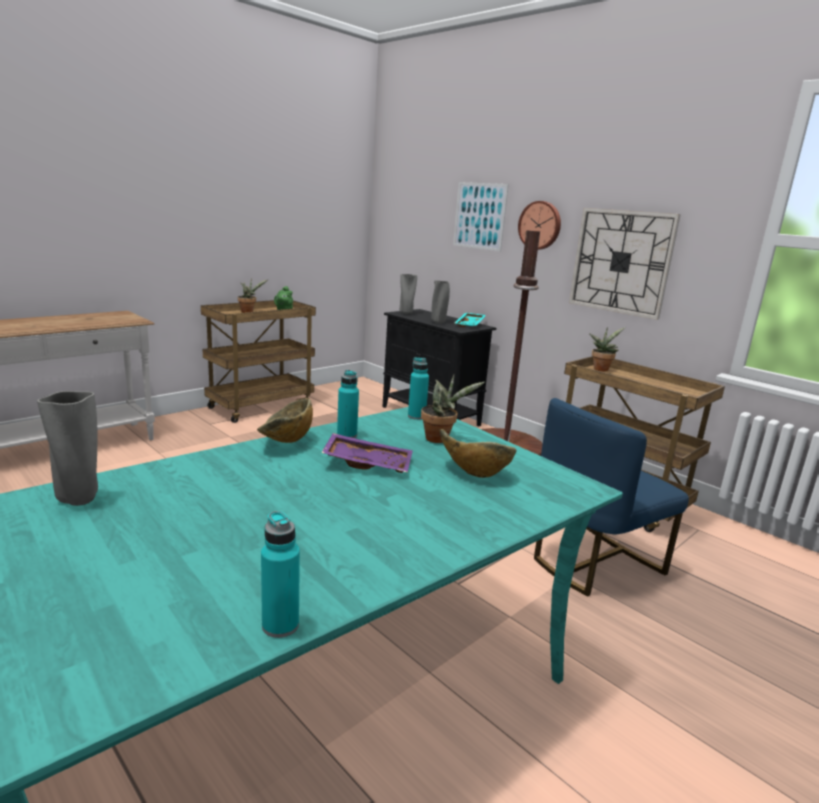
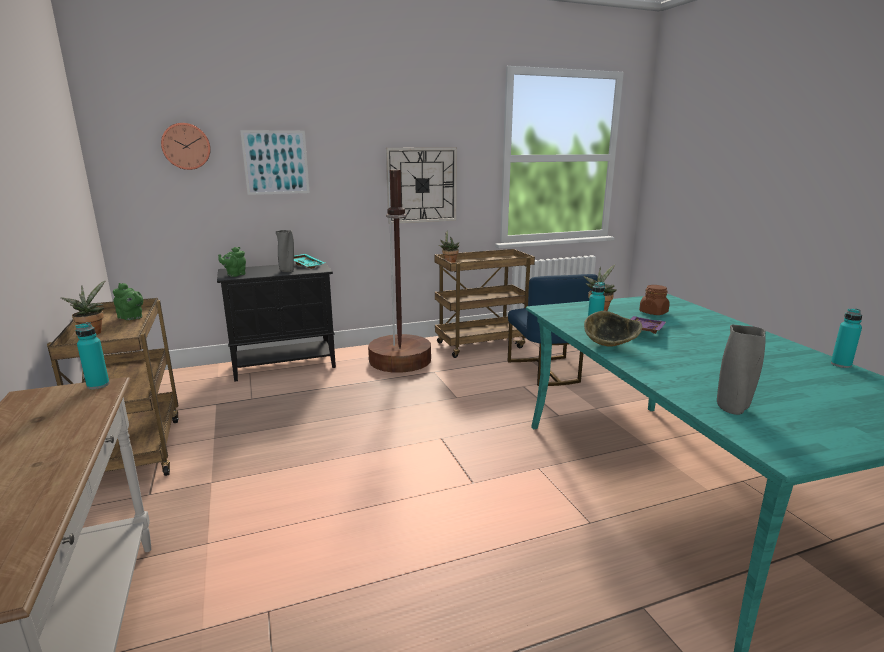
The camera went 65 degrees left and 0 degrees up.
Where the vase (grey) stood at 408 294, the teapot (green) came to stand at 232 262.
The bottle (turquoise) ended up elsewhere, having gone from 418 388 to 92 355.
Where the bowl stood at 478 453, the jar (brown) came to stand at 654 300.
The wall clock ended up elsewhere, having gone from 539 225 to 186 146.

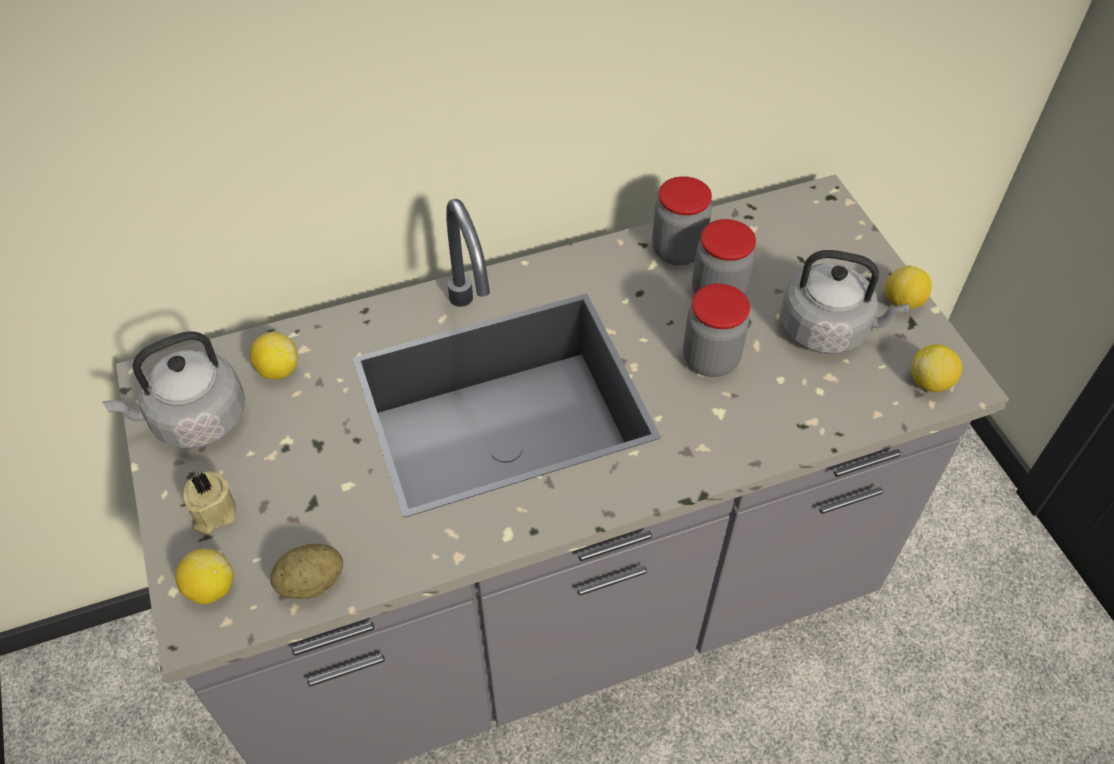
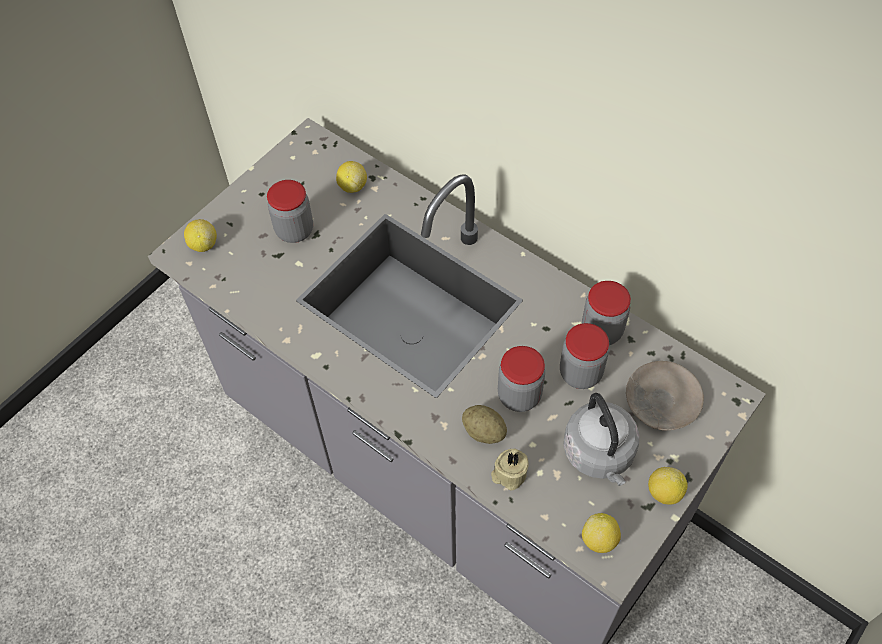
The camera went 60 degrees right and 5 degrees up.
The second view lost the kettle (grey) at 173 390.
The candle (beige) ended up elsewhere, having gone from 209 503 to 510 470.
The potato ended up elsewhere, having gone from 306 571 to 484 424.
The second view gained the jar at 290 211.
The second view gained the plate (beige) at 665 395.

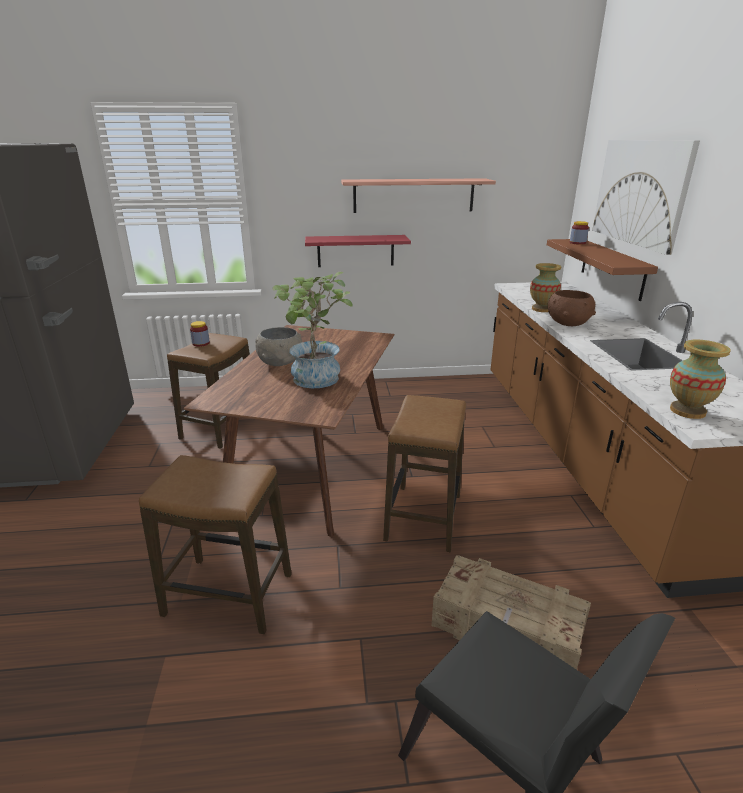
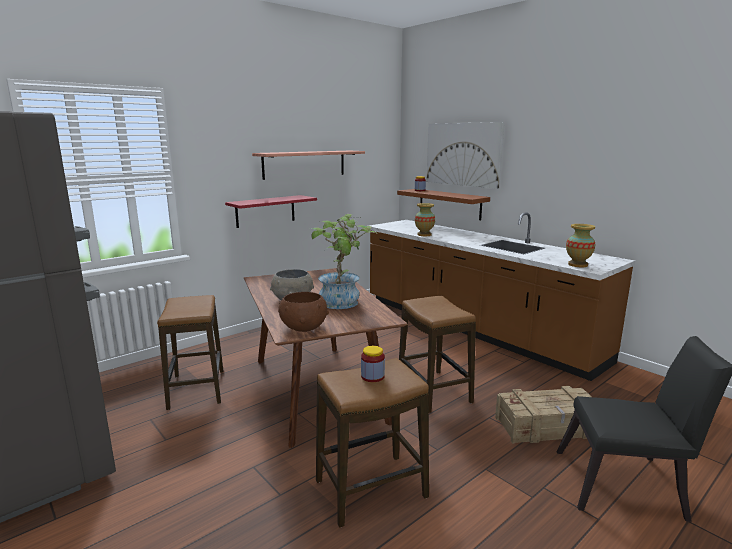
The camera went 35 degrees left and 10 degrees down.
The jar ended up elsewhere, having gone from 200 334 to 373 364.
The bowl (brown) ended up elsewhere, having gone from 572 308 to 303 312.

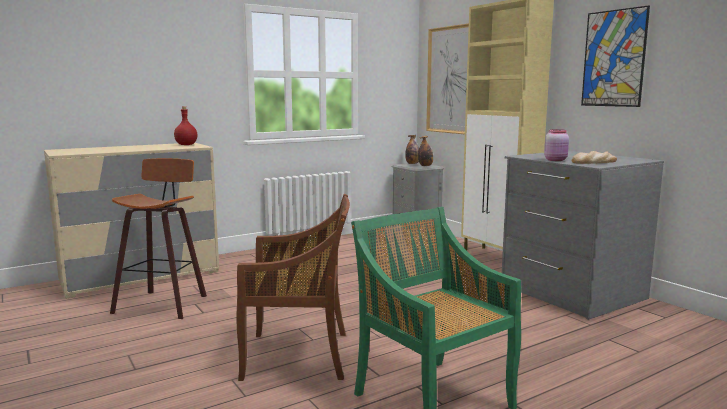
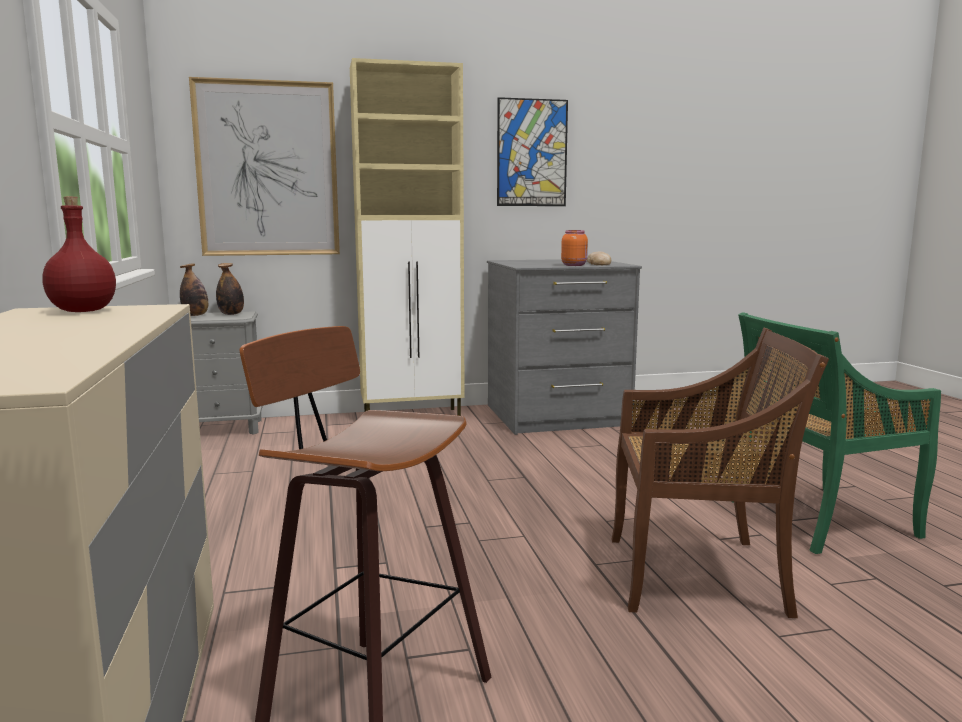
The camera went 70 degrees left and 0 degrees up.
The chair (brown) at 293 287 ended up facing another way, 75 degrees clockwise from before.
What was the jar (pink) at 556 145 turned into the jar (orange) at 574 248.

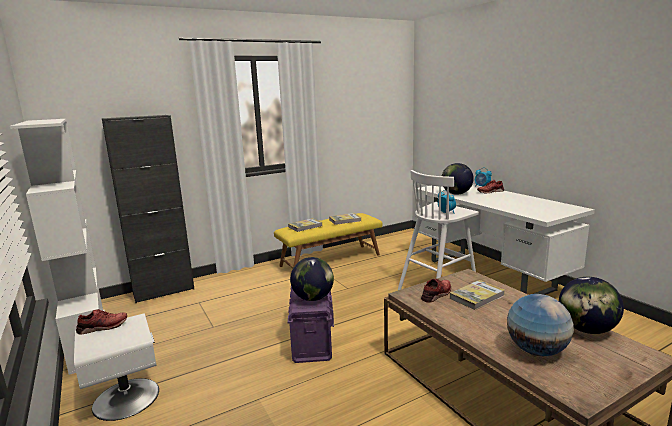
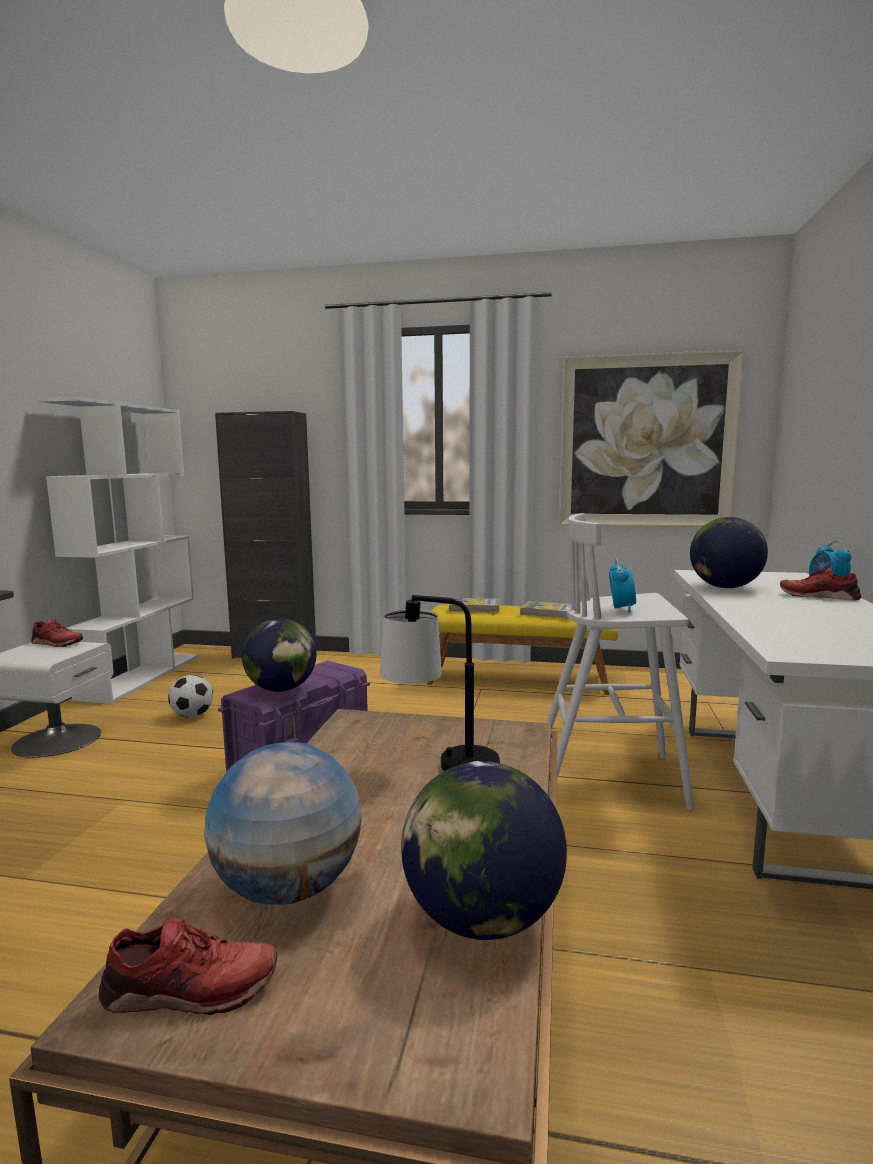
The camera went 40 degrees right and 5 degrees down.
The shoe (red) ended up elsewhere, having gone from 436 290 to 188 966.
Where the book stood at 477 295, the table lamp came to stand at 440 683.
The second view gained the football at 190 696.
The second view gained the picture at 652 438.

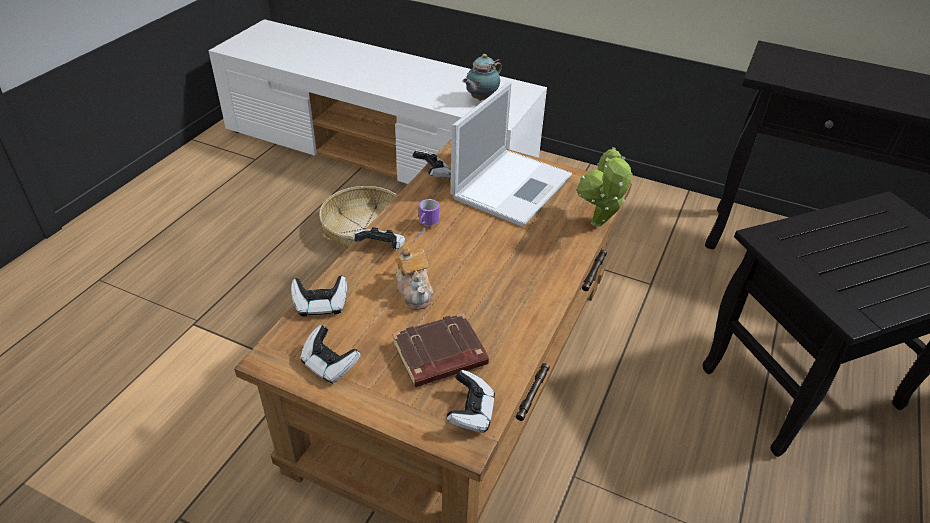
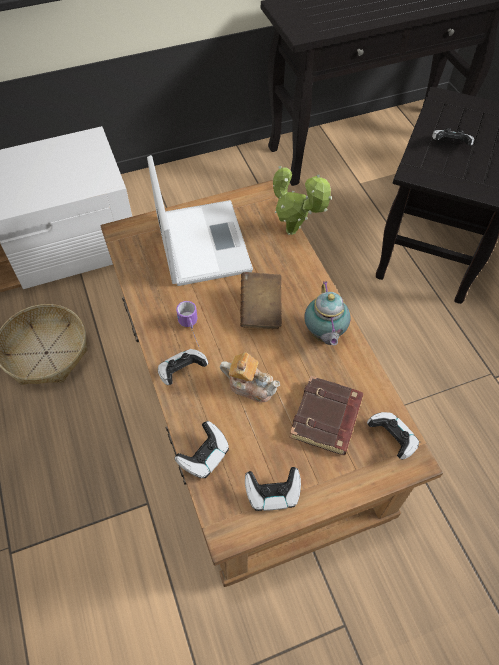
The camera went 45 degrees left and 15 degrees up.
The game controller ended up elsewhere, having gone from 431 164 to 453 137.
The teapot ended up elsewhere, having gone from 482 77 to 327 313.
The second view gained the book (brown) at 261 300.

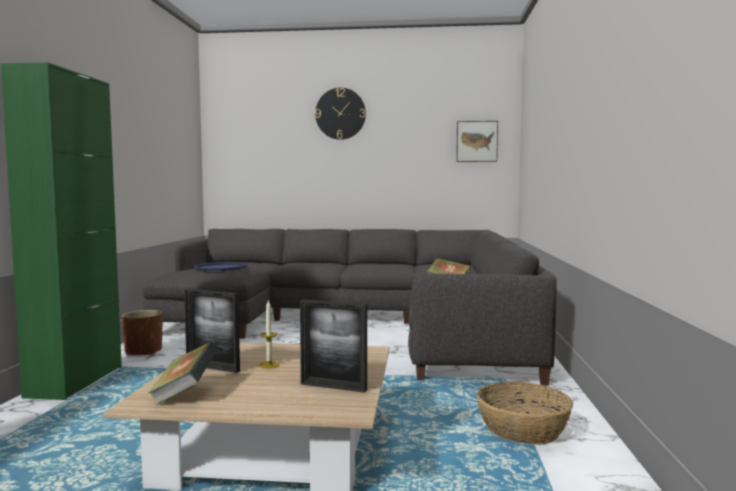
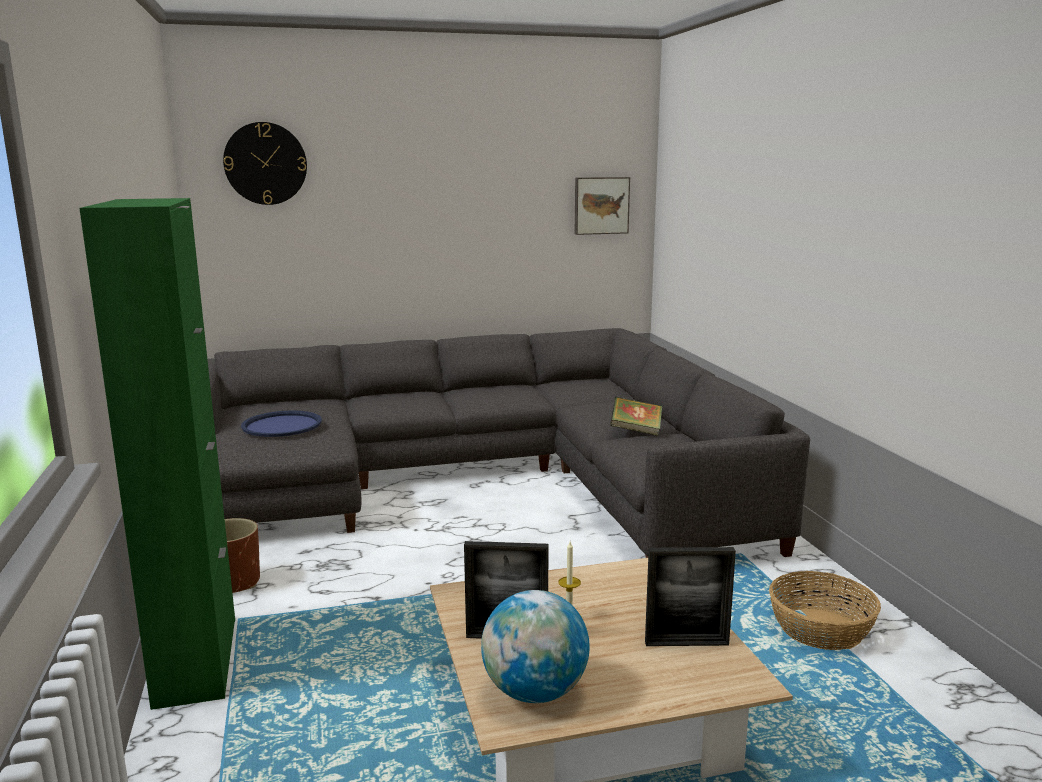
The camera went 20 degrees left and 10 degrees up.
Where the book stood at 182 373, the globe came to stand at 535 646.
The wall clock ended up elsewhere, having gone from 340 114 to 265 163.

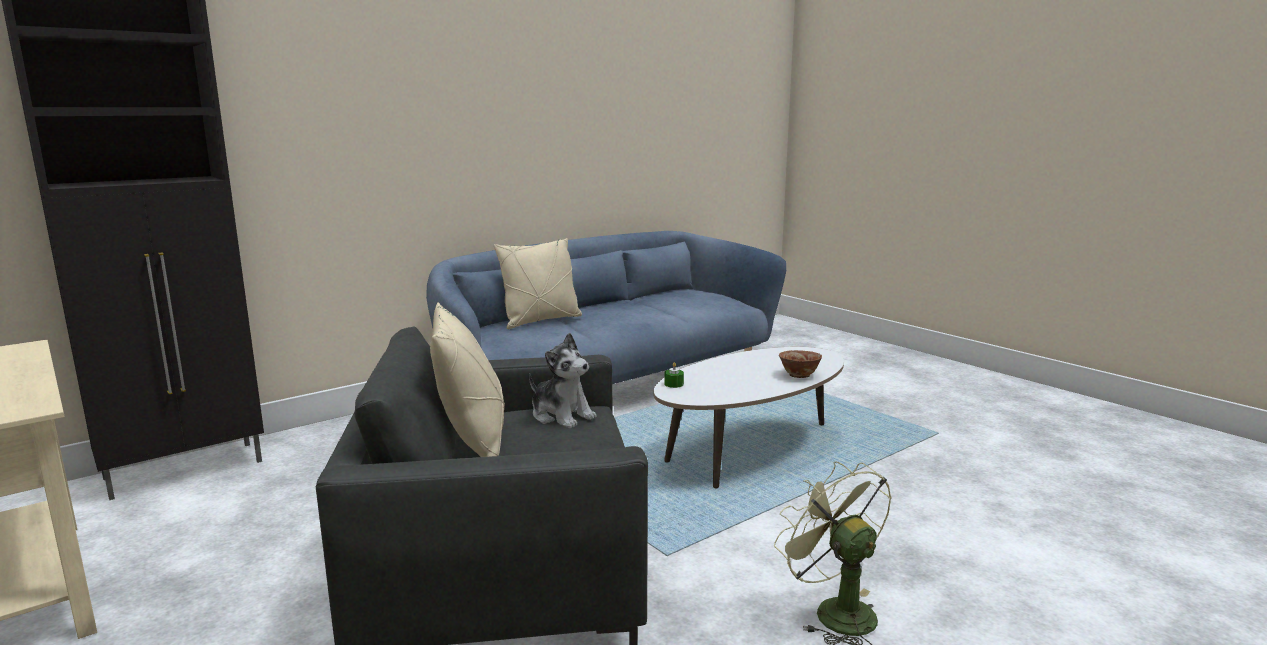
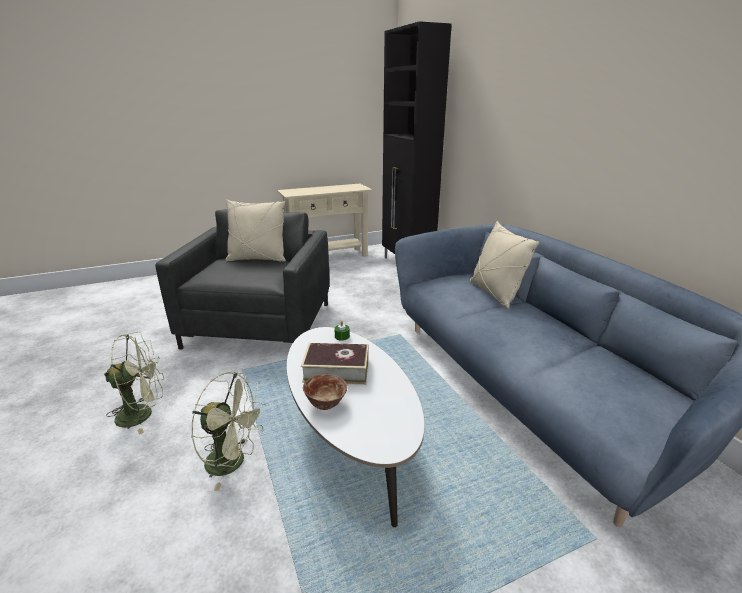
The camera went 105 degrees right and 10 degrees up.
The second view lost the plush toy at 562 380.
The second view gained the fan (green) at 228 431.
The second view gained the book at 335 364.

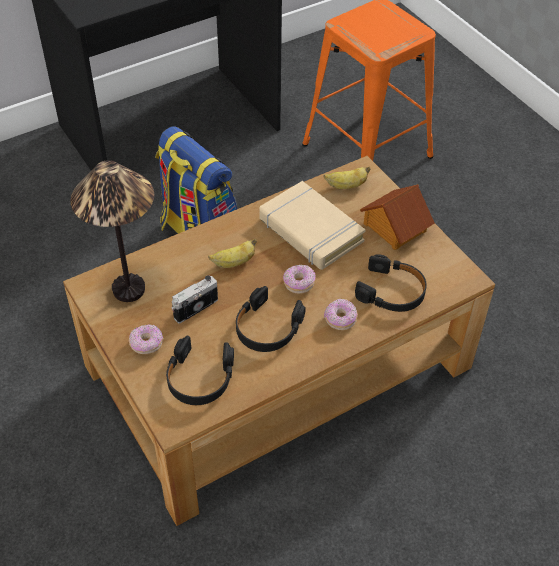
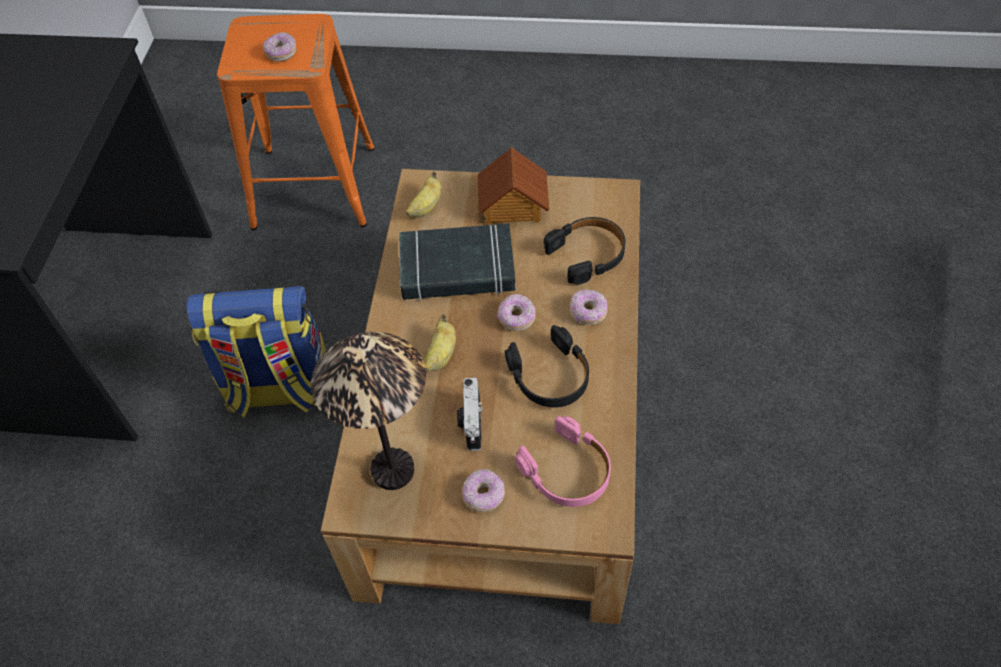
The camera went 50 degrees left and 5 degrees up.
What was the headphones (black) at 200 370 turned into the headphones (pink) at 563 461.
What was the book (beige) at 312 225 turned into the book (black) at 457 262.
The second view gained the donut at 279 47.

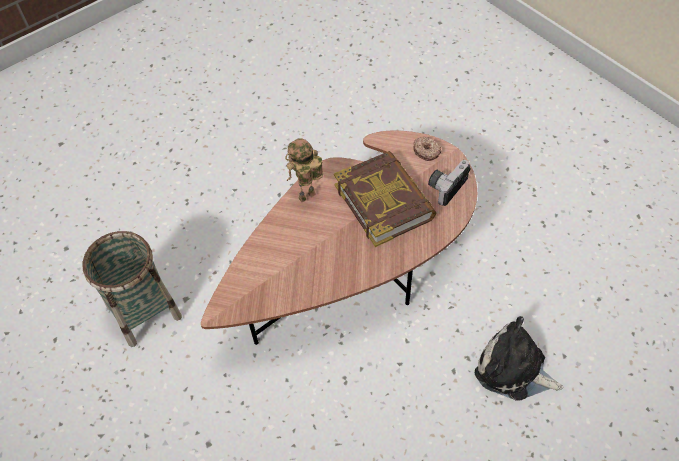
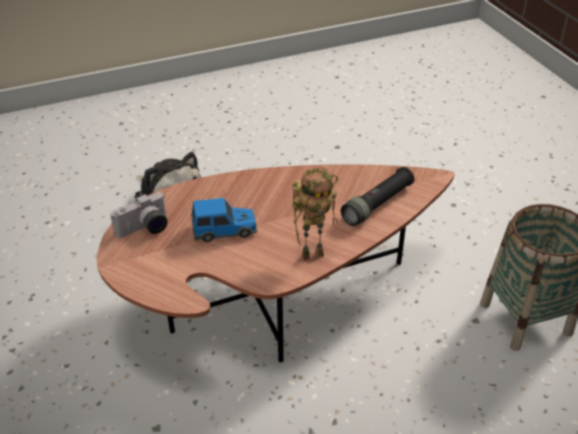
The camera went 165 degrees left and 15 degrees down.
Where the book stood at 385 199, the toy car came to stand at 224 220.
The second view lost the donut at 427 149.
The second view gained the flashlight (black) at 377 196.

